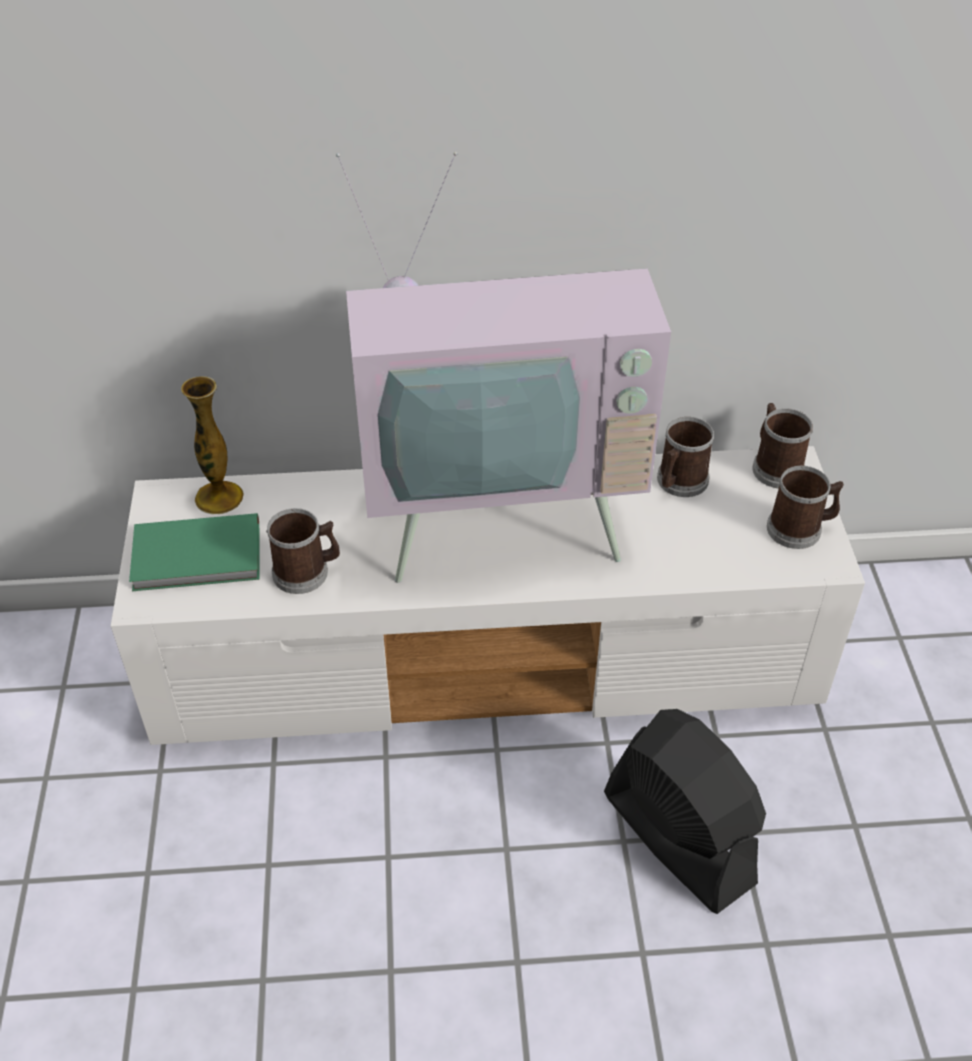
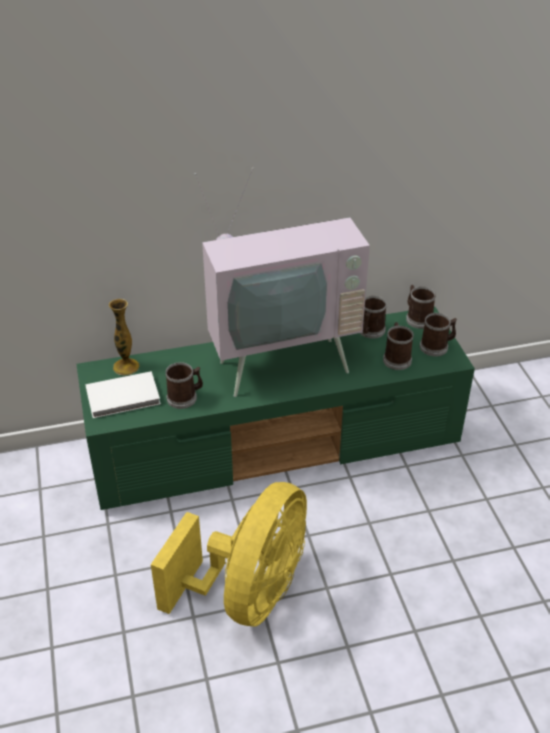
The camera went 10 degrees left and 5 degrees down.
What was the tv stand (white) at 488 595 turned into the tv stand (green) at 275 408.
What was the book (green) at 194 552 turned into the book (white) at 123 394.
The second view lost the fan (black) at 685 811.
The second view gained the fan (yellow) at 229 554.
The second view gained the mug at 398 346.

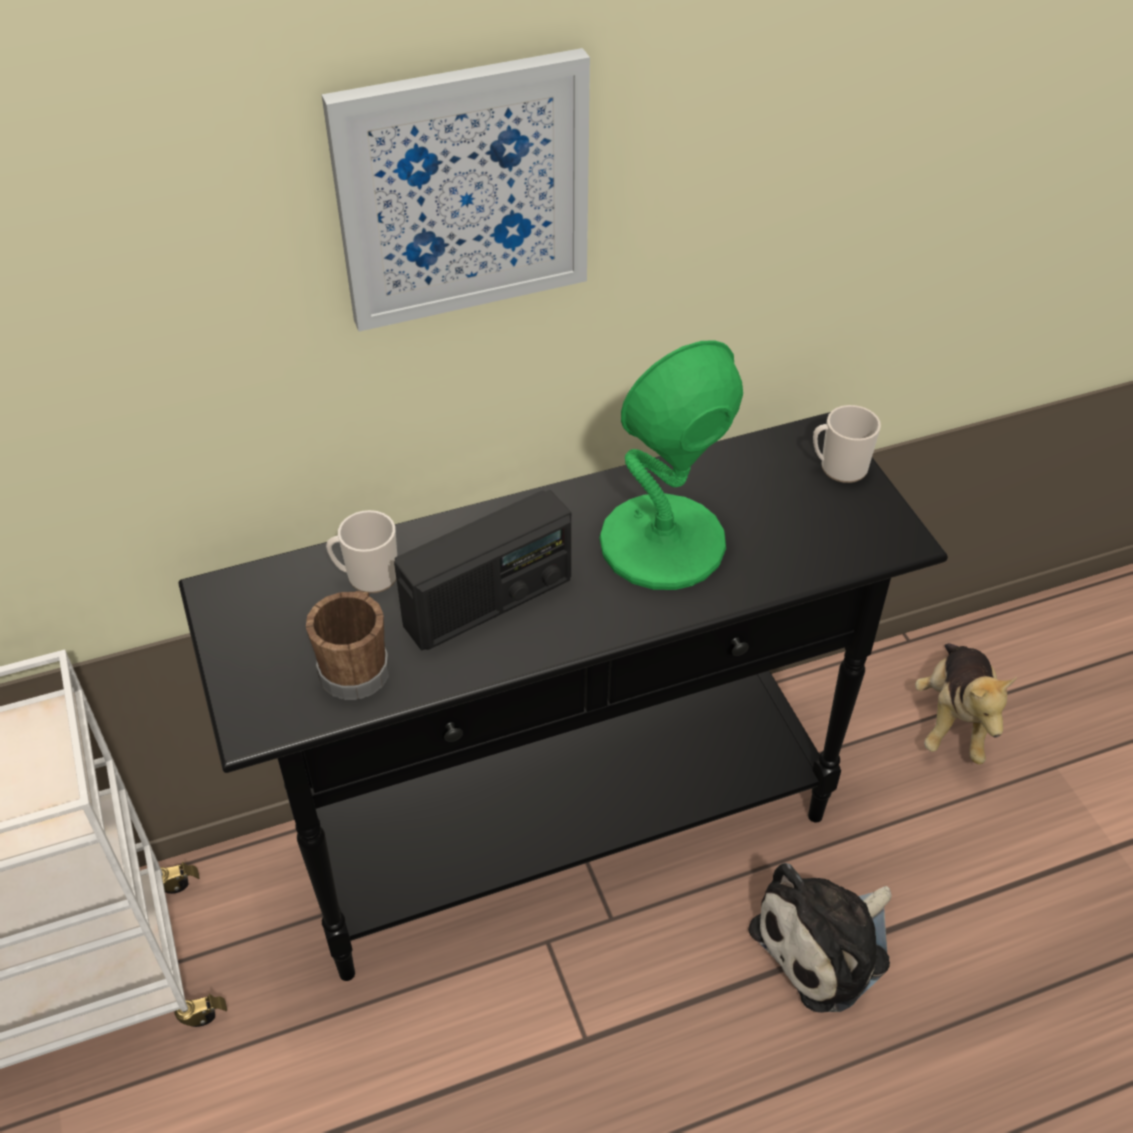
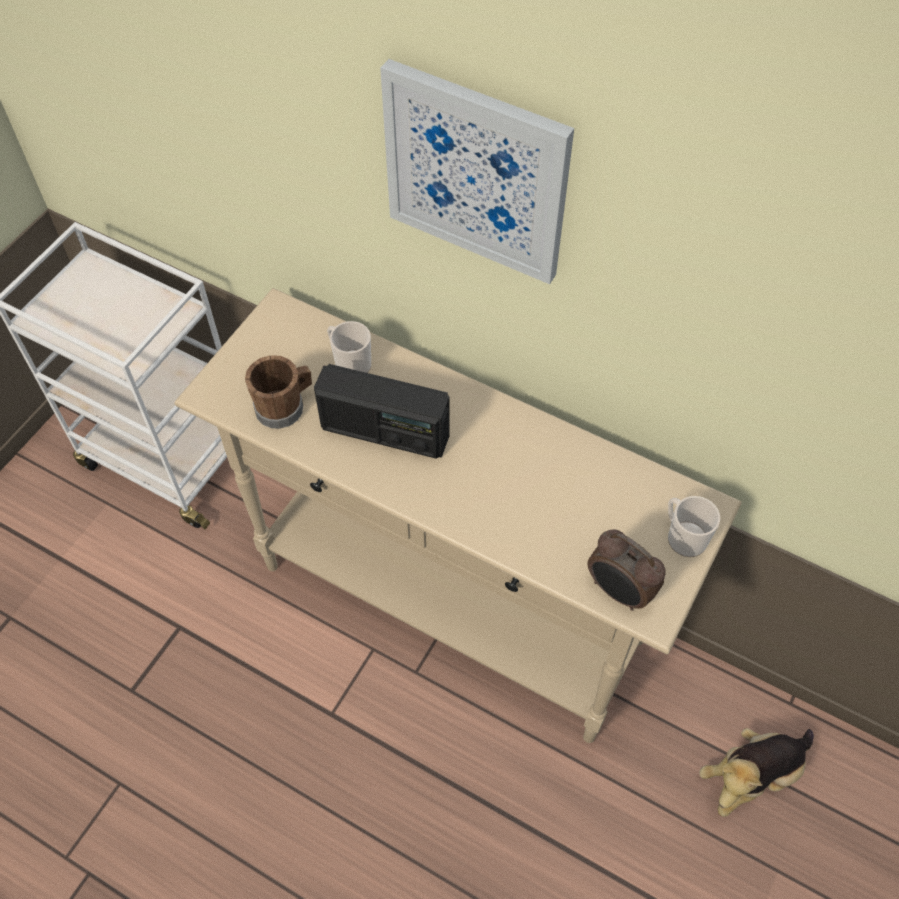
The camera went 50 degrees right and 10 degrees up.
What was the console table (black) at 563 696 turned into the console table (beige) at 458 515.
The second view lost the table lamp (green) at 671 465.
The second view lost the plush toy at 820 938.
The second view gained the alarm clock at 627 570.

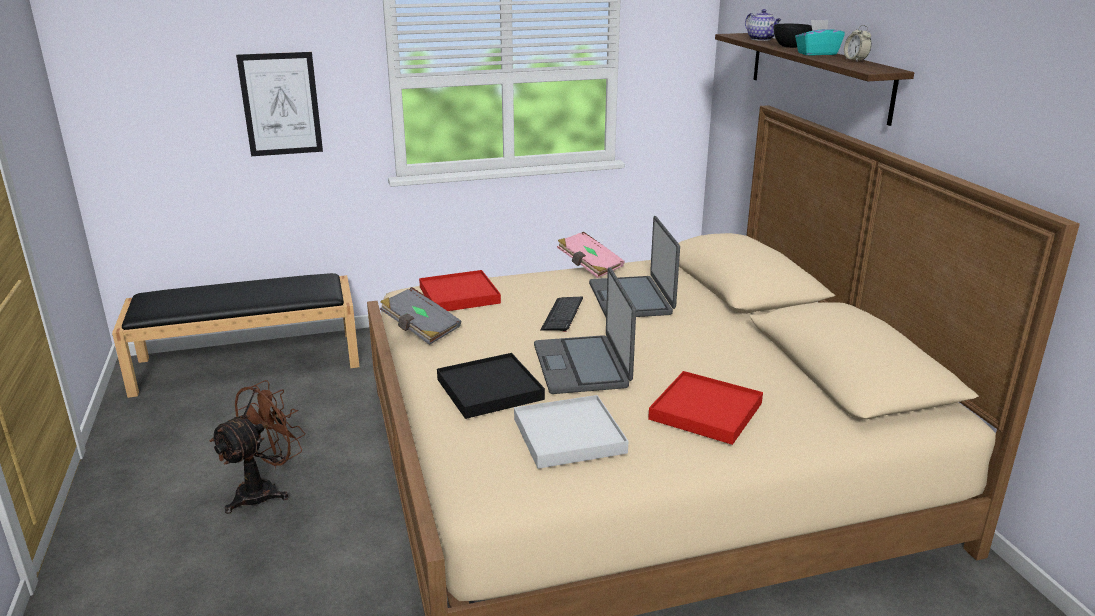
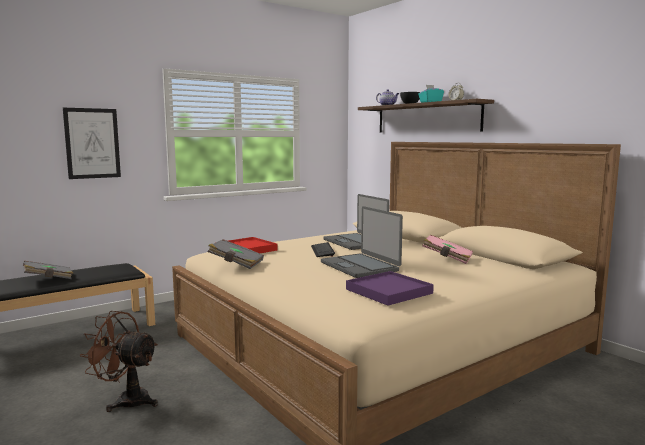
The camera went 20 degrees left and 15 degrees down.
The fan (brown) at 257 447 ended up facing another way, 90 degrees counterclockwise from before.
The second view lost the tray (black) at 491 386.
What was the tray (white) at 571 432 turned into the tray (purple) at 390 288.
The book (pink) ended up elsewhere, having gone from 591 255 to 447 249.
The second view lost the tray (red) at 705 408.
The second view gained the book (grey) at 48 270.

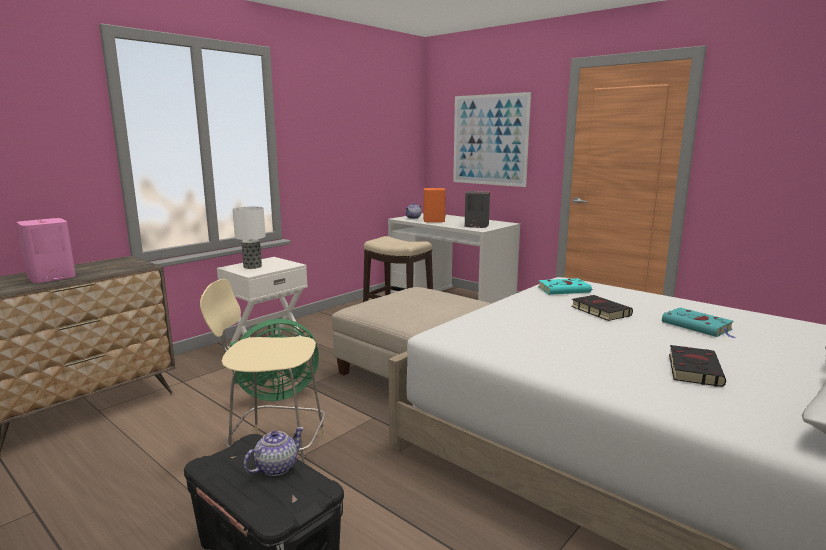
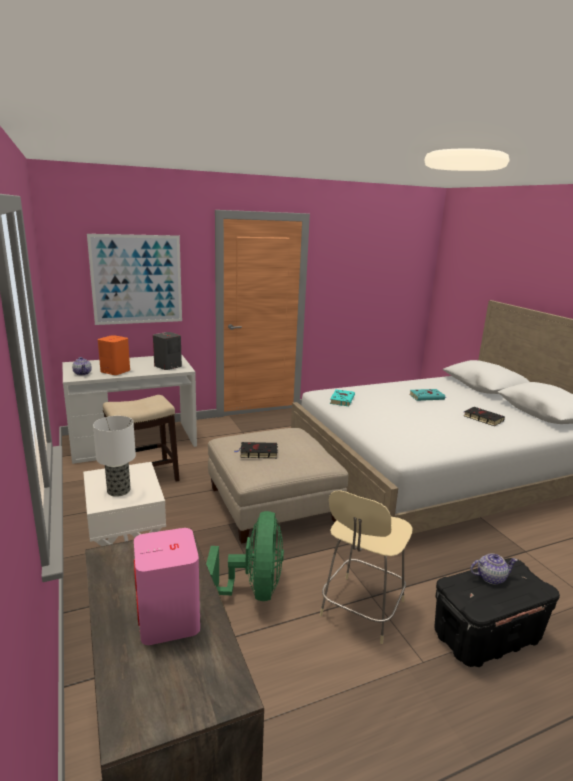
The camera went 65 degrees left and 5 degrees up.
The teapot at 274 451 ended up facing another way, 105 degrees clockwise from before.
The book (black) ended up elsewhere, having gone from 602 308 to 256 450.

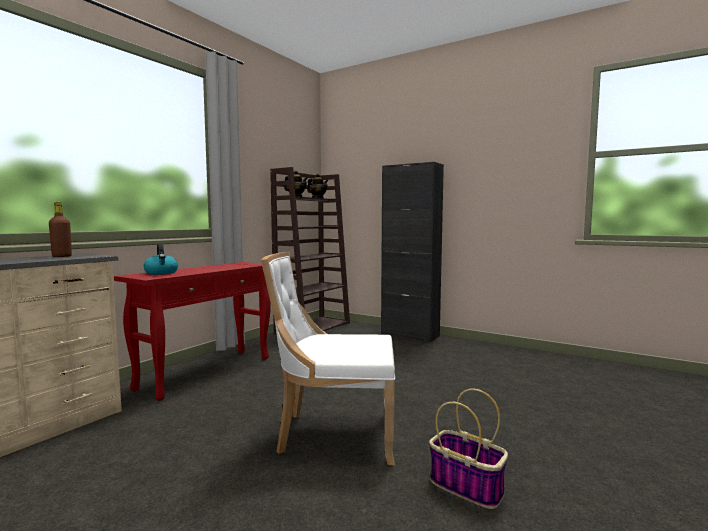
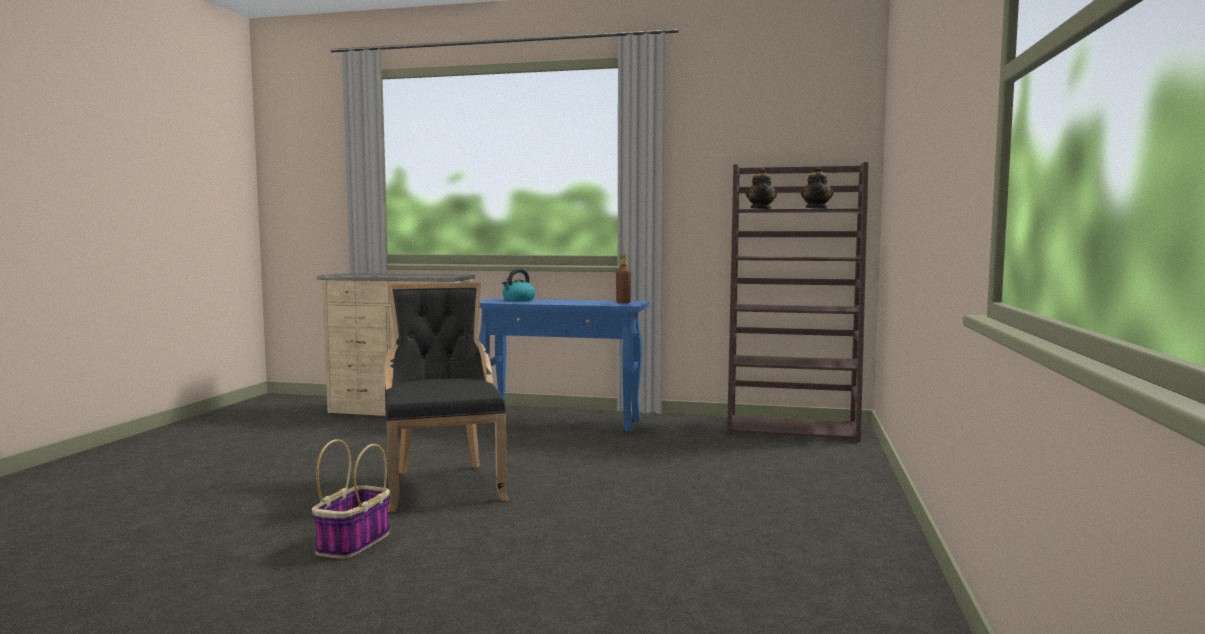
The camera went 70 degrees right and 0 degrees up.
The bottle (brown) ended up elsewhere, having gone from 60 229 to 623 278.
What was the console table (red) at 192 331 turned into the console table (blue) at 563 365.
What was the chair (white) at 328 358 turned into the chair (black) at 446 397.
The second view lost the cabinet (black) at 412 252.

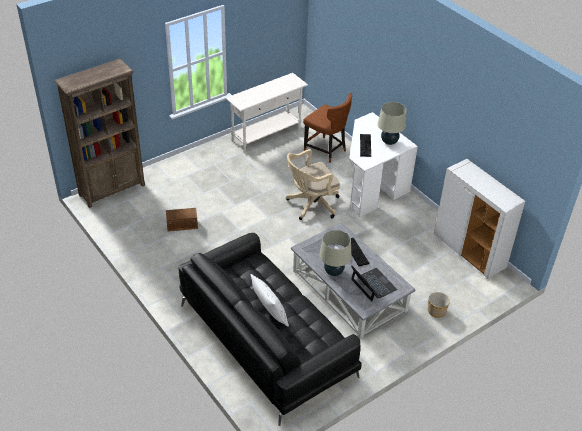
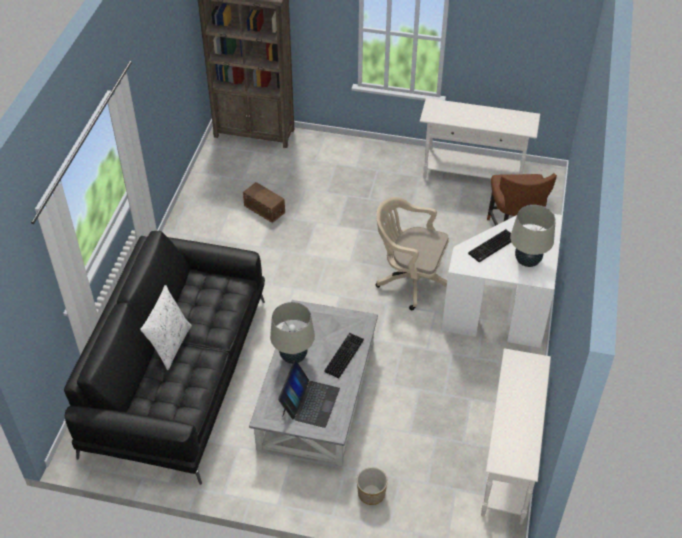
The camera went 50 degrees right and 5 degrees up.
Where the cabinet (white) stood at 479 219, the console table (white) came to stand at 516 436.

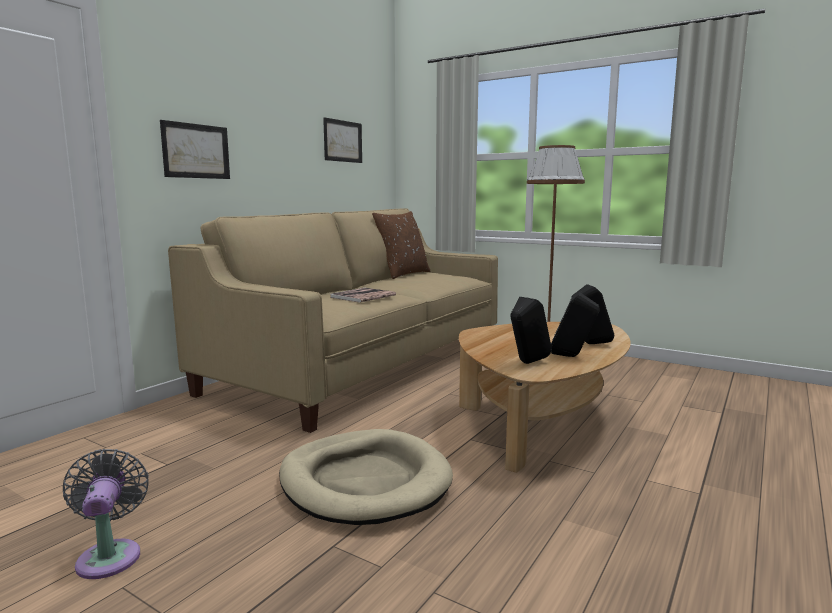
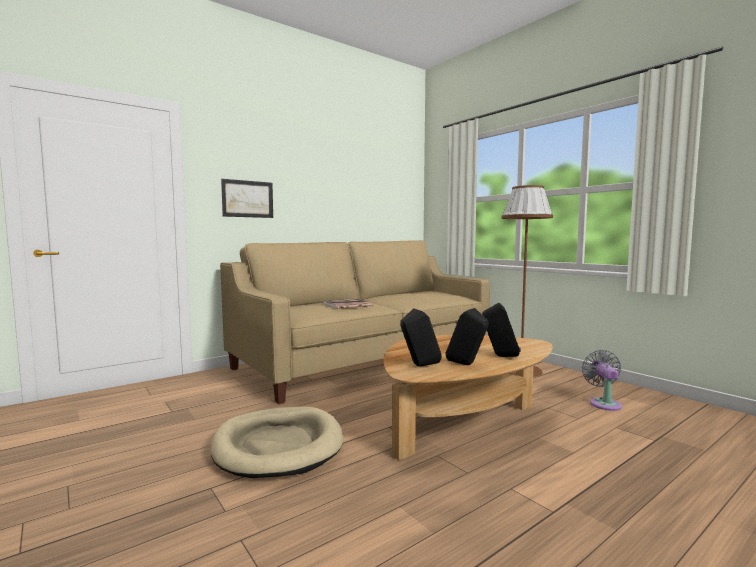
The camera went 20 degrees right and 5 degrees down.
The fan (grey) ended up elsewhere, having gone from 106 514 to 602 380.
The second view lost the picture at 342 140.
The second view lost the pillow (brown) at 401 245.

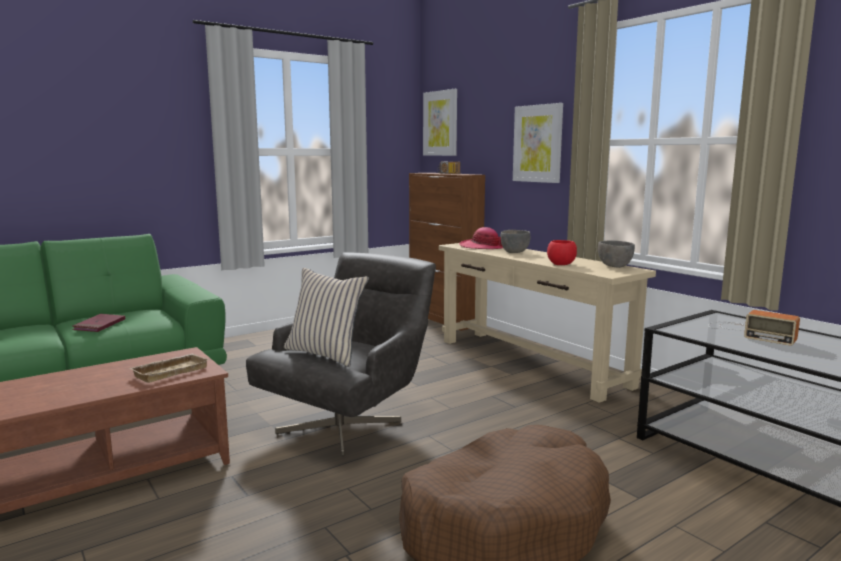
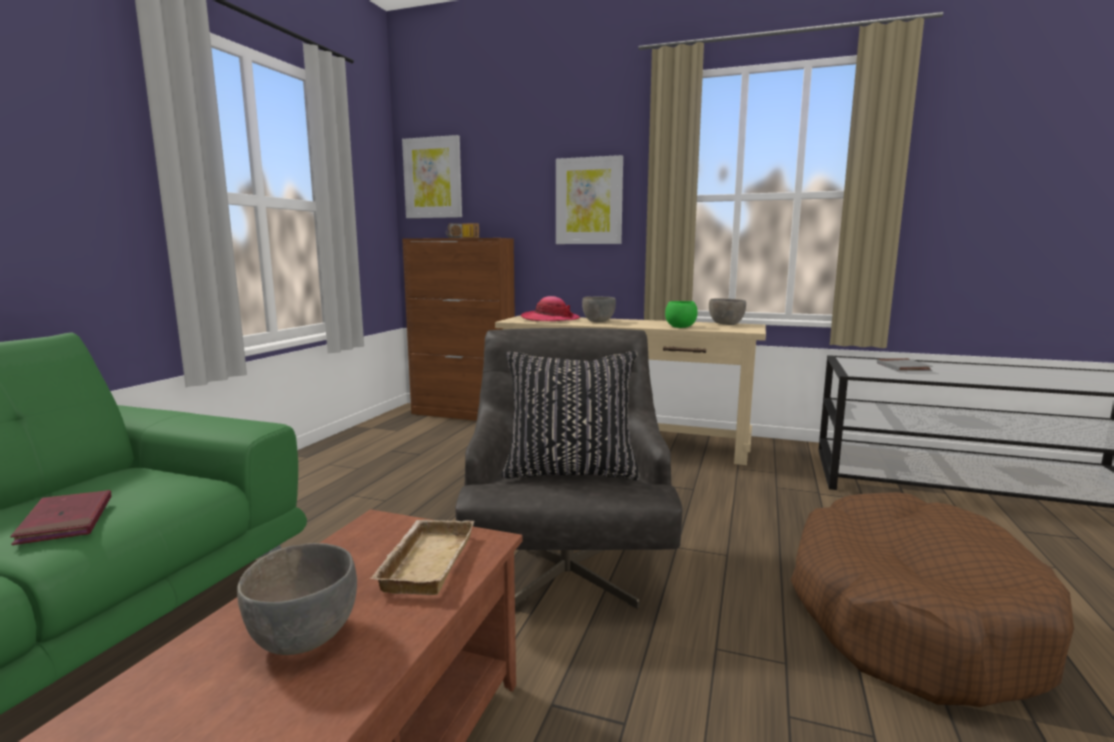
The camera went 35 degrees left and 0 degrees up.
What was the pillow (beige) at 326 317 turned into the pillow (black) at 571 415.
What was the bowl (red) at 562 252 turned into the bowl (green) at 681 314.
Where the radio stood at 754 328, the book (grey) came to stand at 905 364.
The second view gained the bowl (grey) at 297 599.

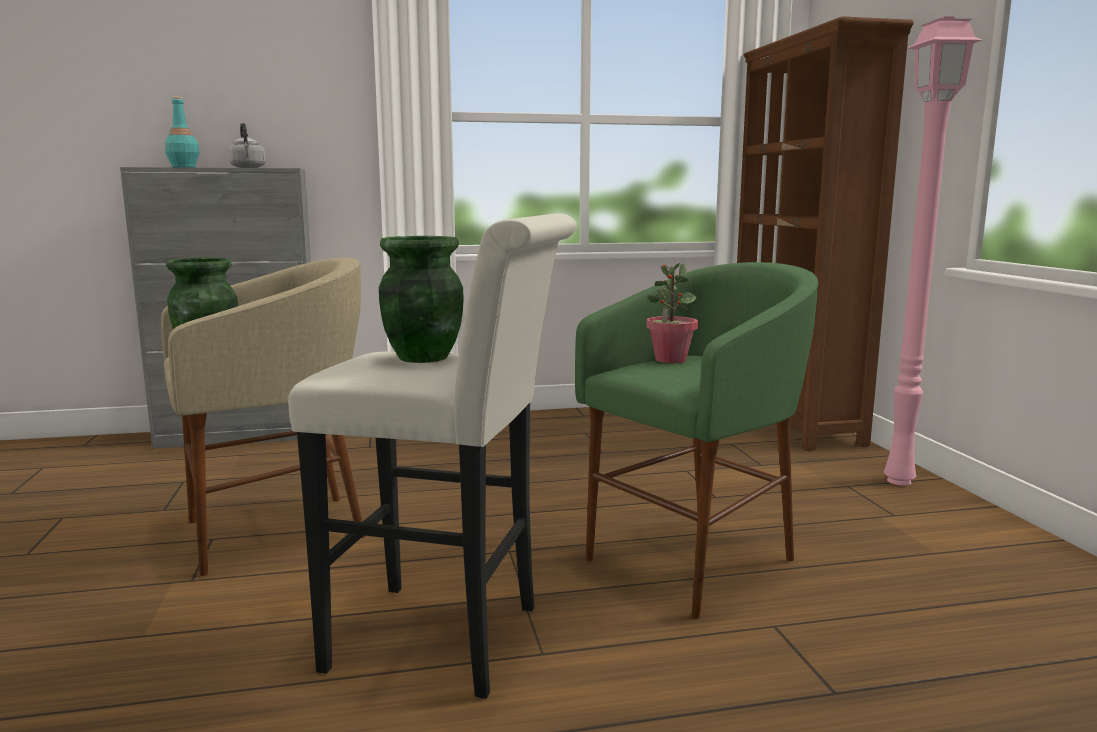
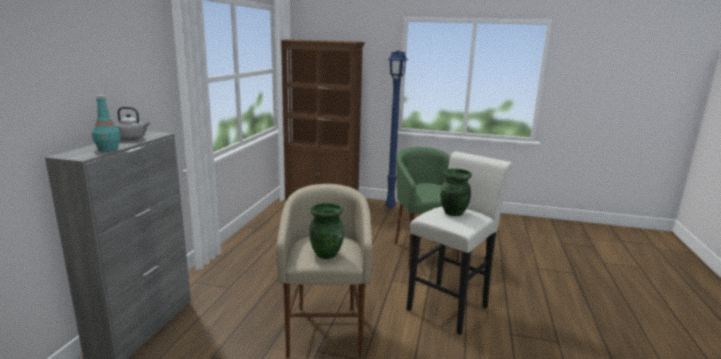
The camera went 65 degrees left and 5 degrees up.
The second view lost the potted plant at 672 313.
What was the floor lamp (pink) at 933 251 turned into the floor lamp (blue) at 397 129.

